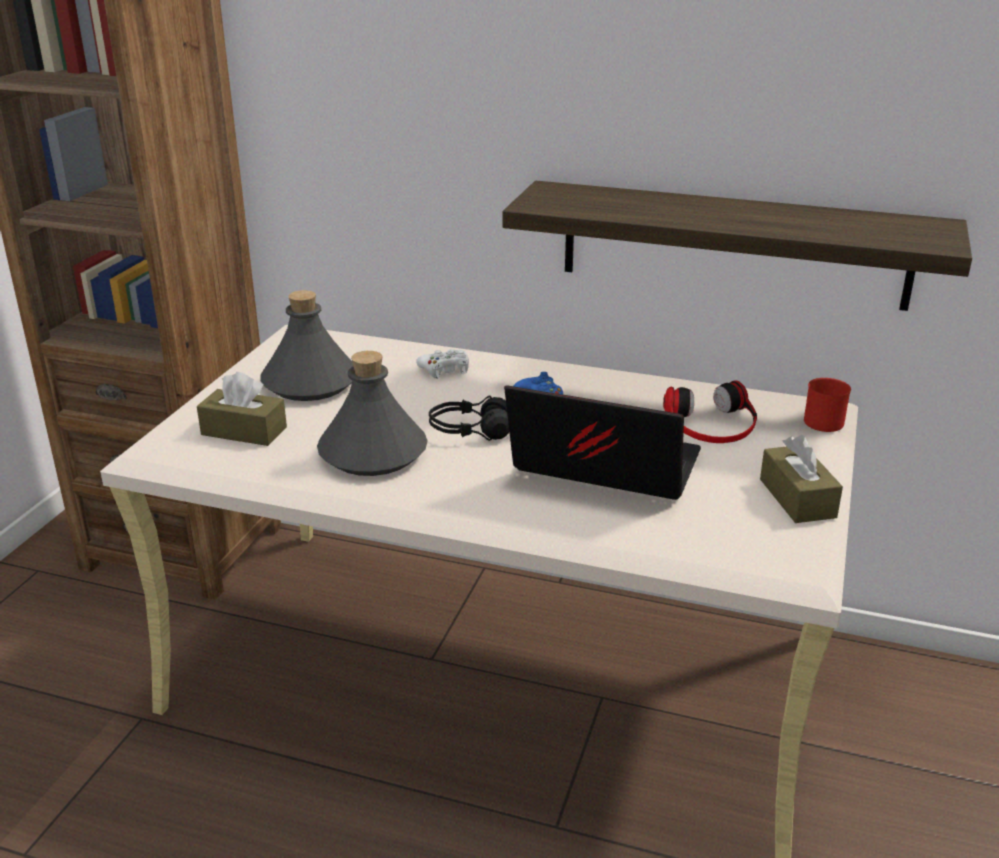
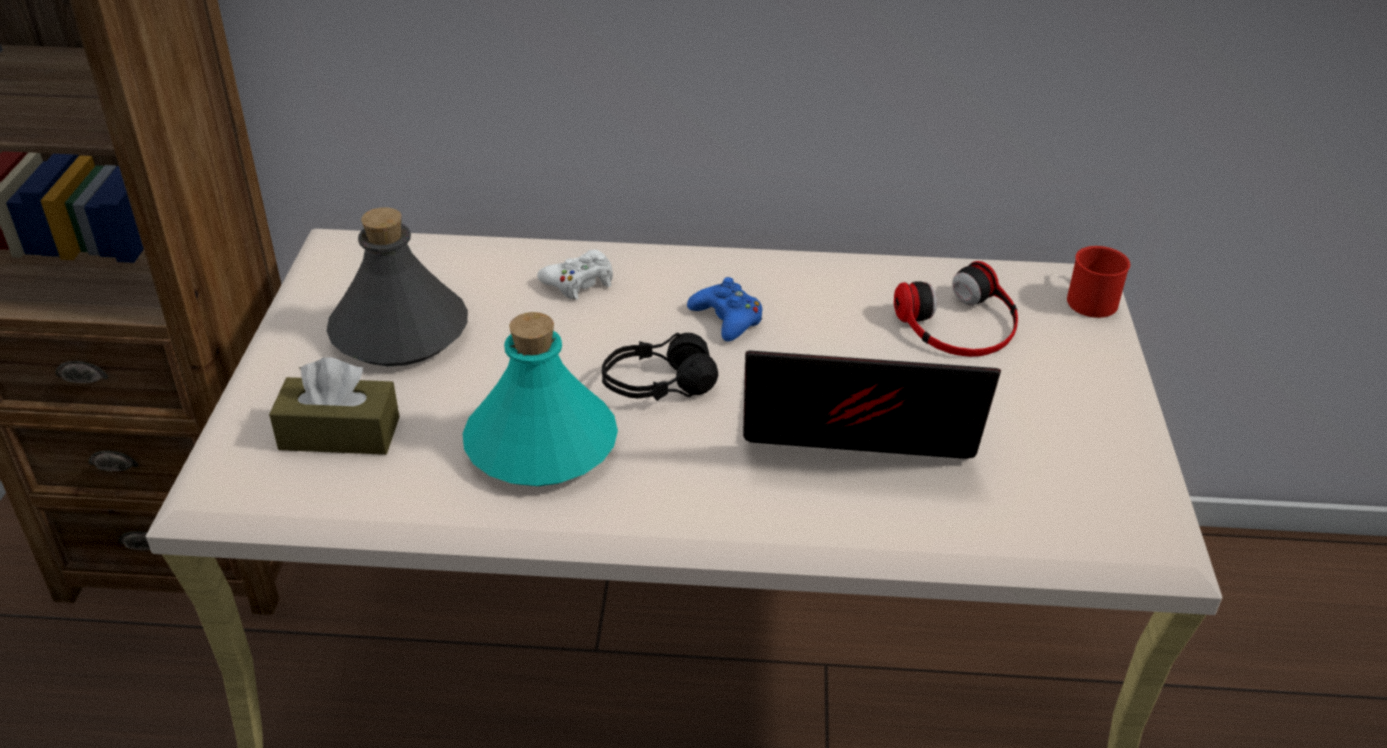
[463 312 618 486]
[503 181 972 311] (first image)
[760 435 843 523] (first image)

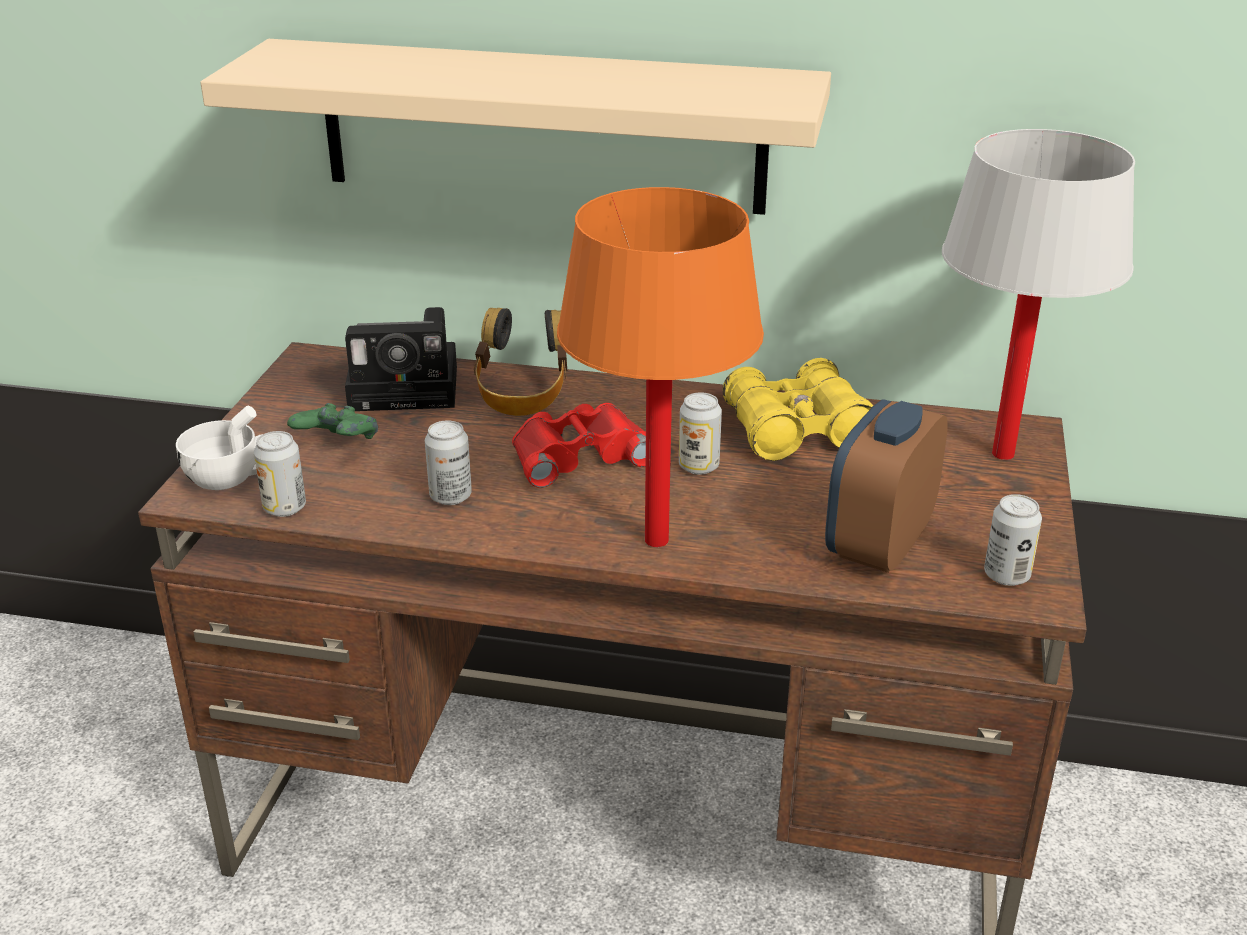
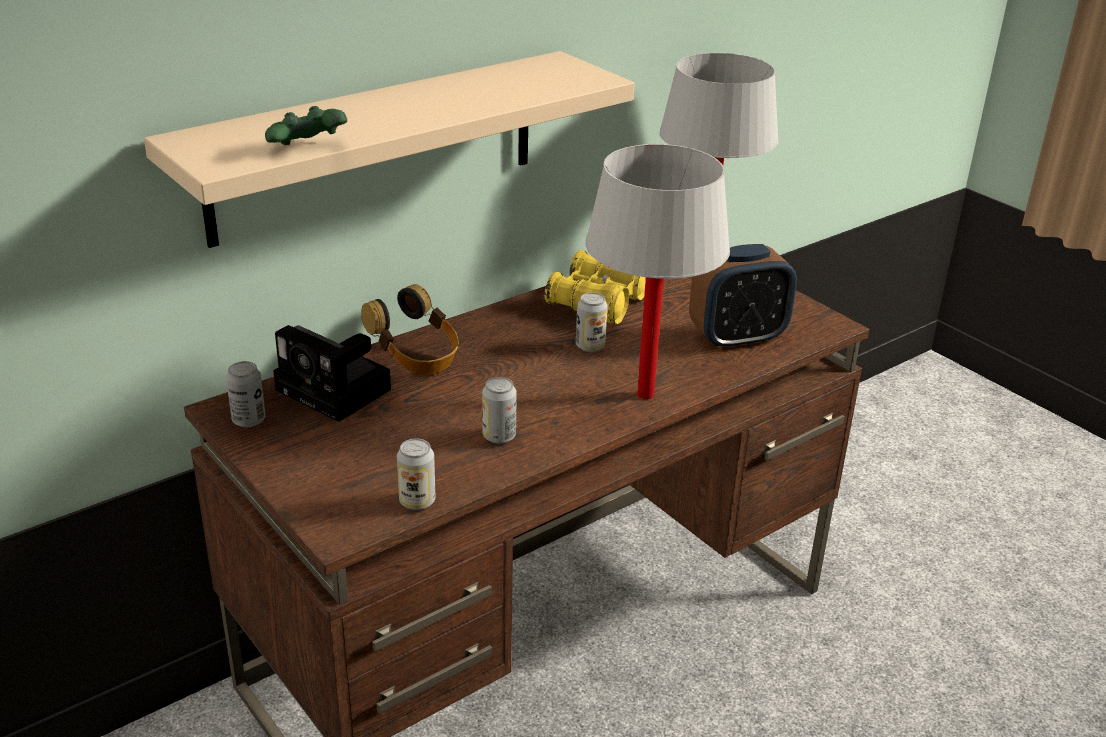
[176 406 263 490] (first image)
[265 106 347 145]
[273 325 391 422]
[512 403 646 488] (first image)
[585 144 730 399]
[689 244 797 351]
[226 361 266 427]

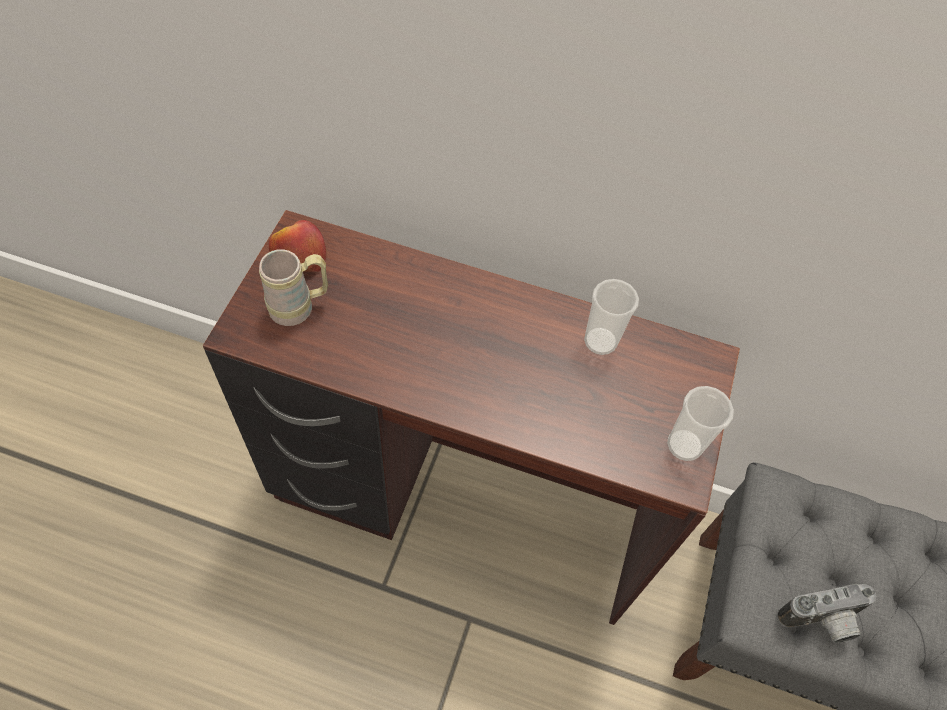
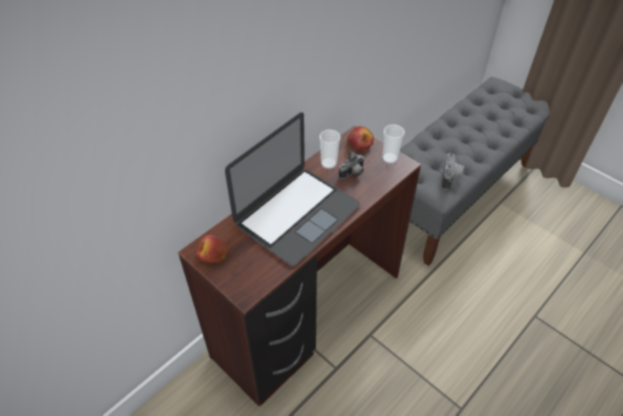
[259 249 328 326] (first image)
[225 112 360 266]
[339 150 364 179]
[347 126 374 150]

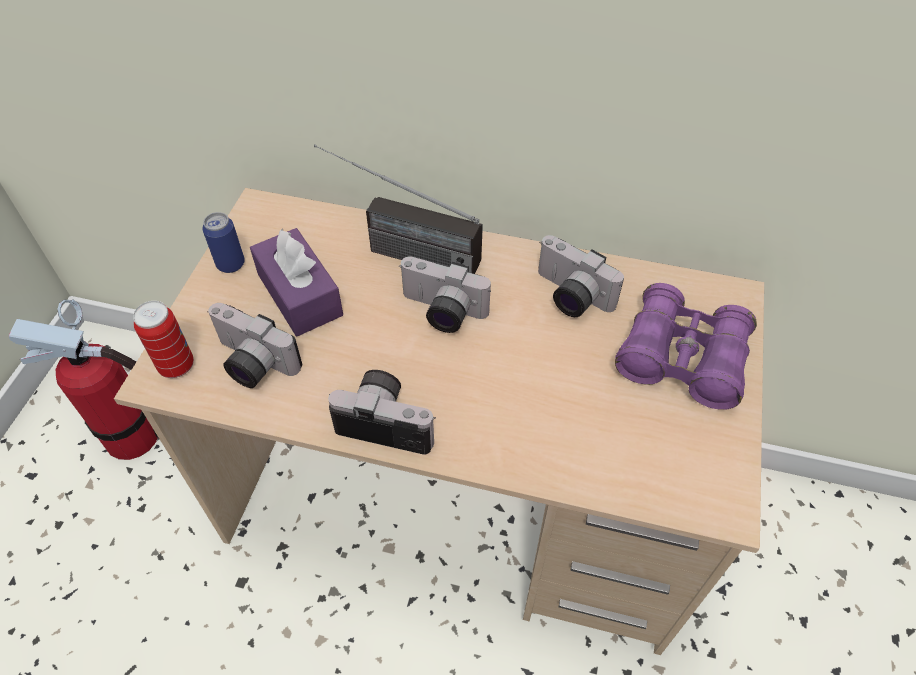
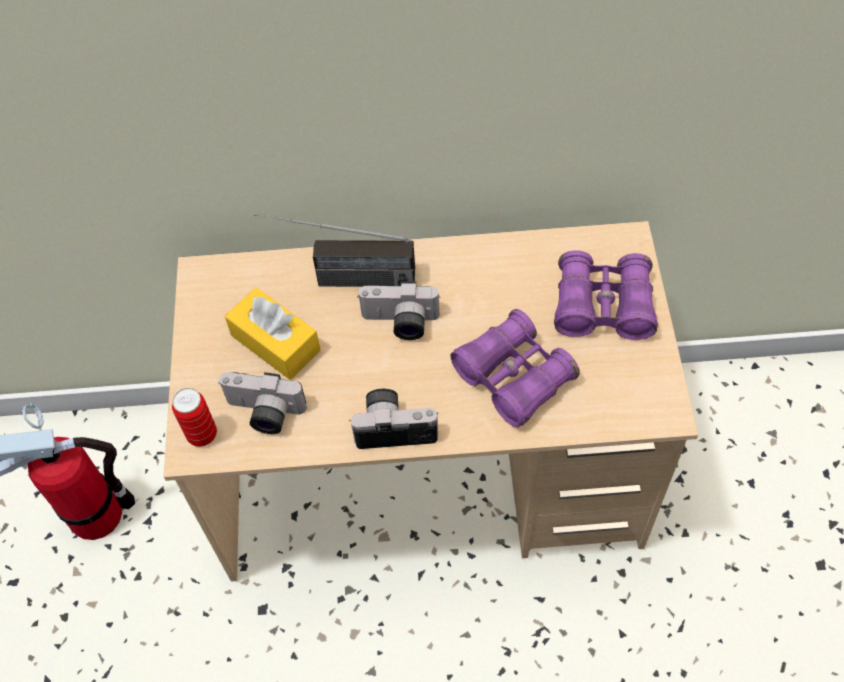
[202 212 245 273] (first image)
[225 288 321 380]
[538 235 624 317] (first image)
[450 309 580 428]

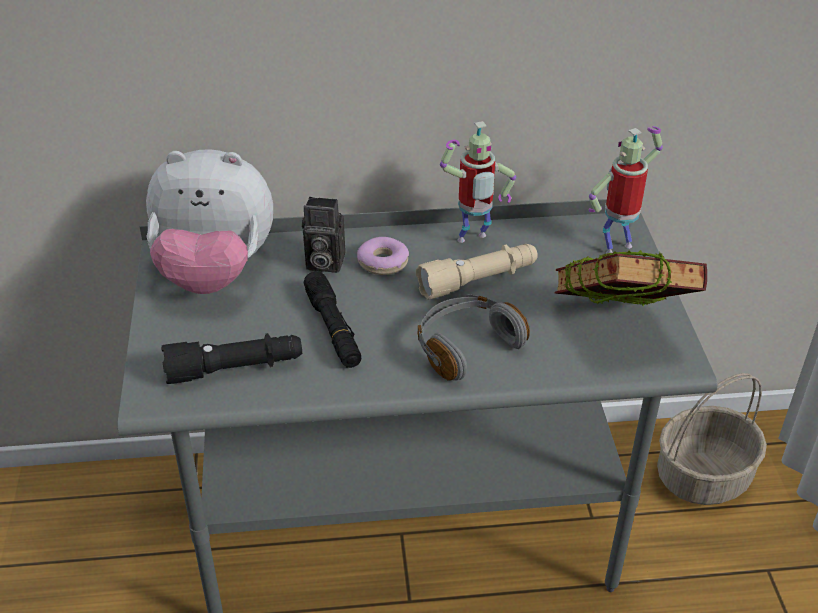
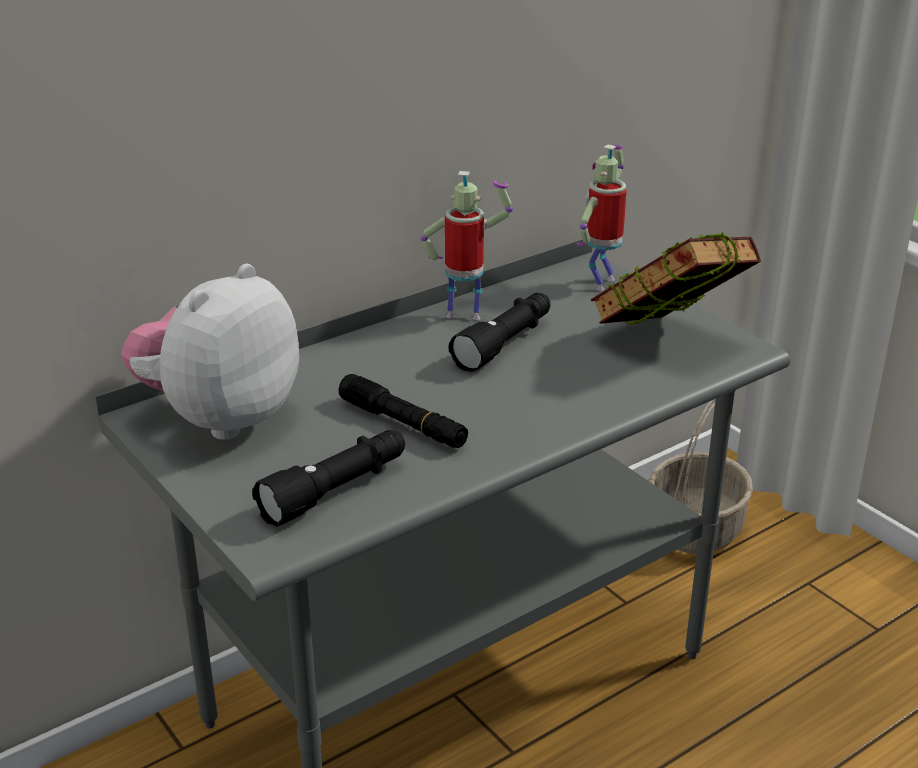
[121 264 299 440]
[302 197 345 273] (first image)
[357 237 409 275] (first image)
[448 293 550 372]
[417 294 530 380] (first image)
[421 171 513 320]

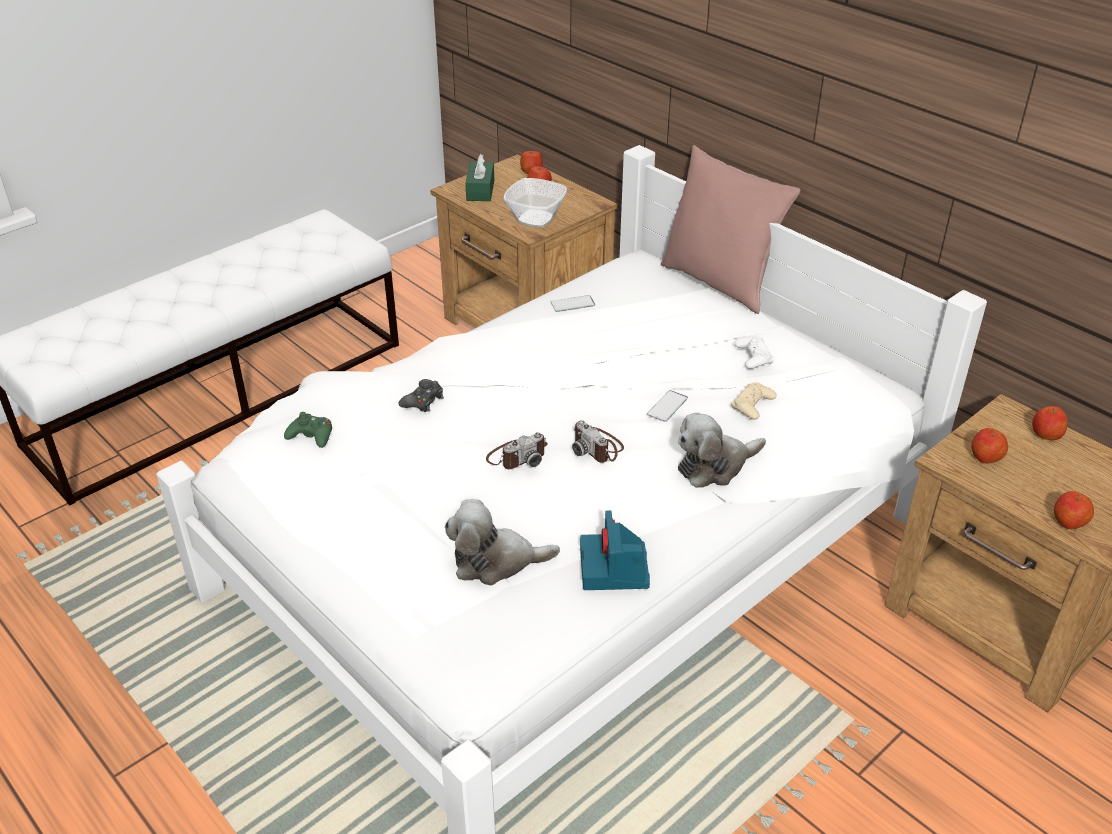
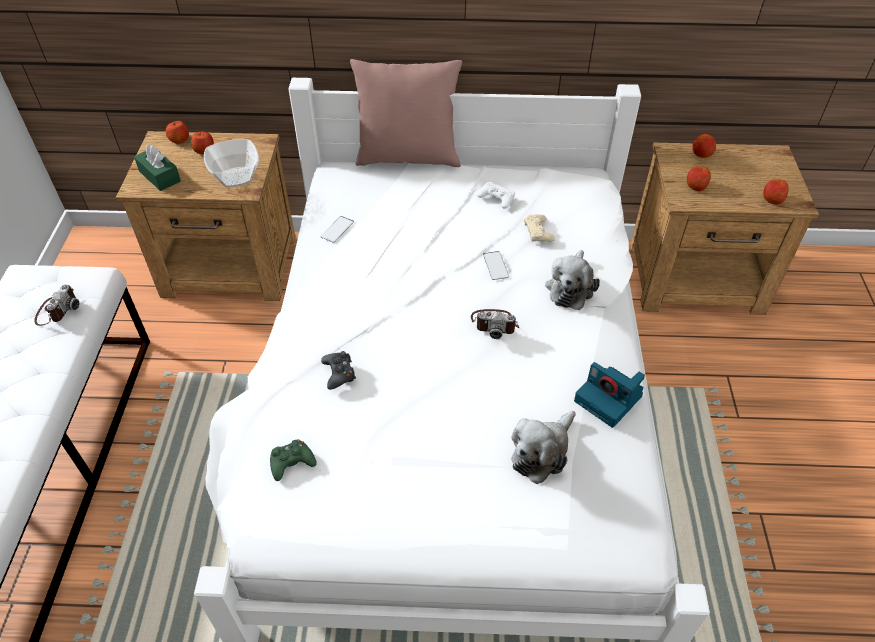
[34 284 79 326]

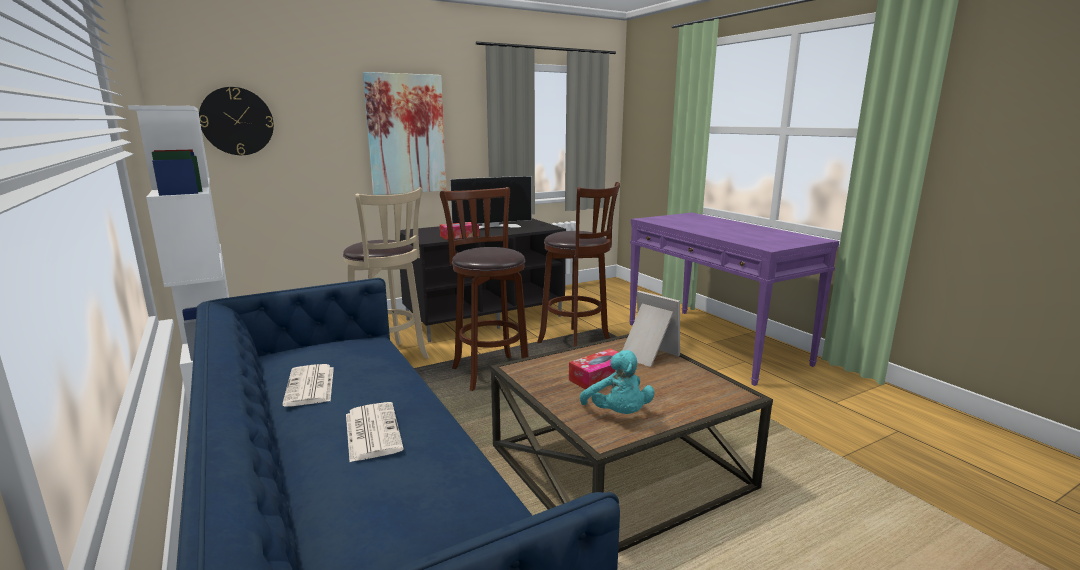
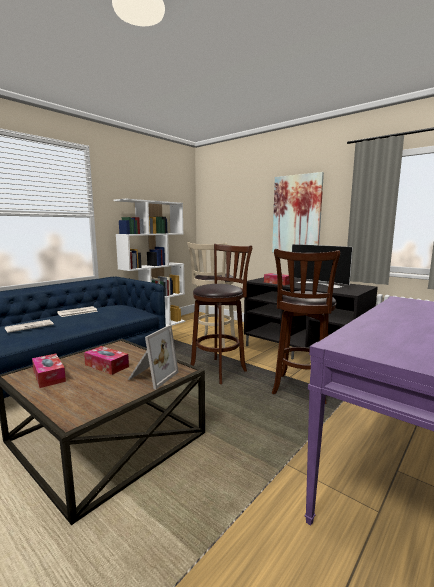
[199 87 274 155] (first image)
[32 354 66 388]

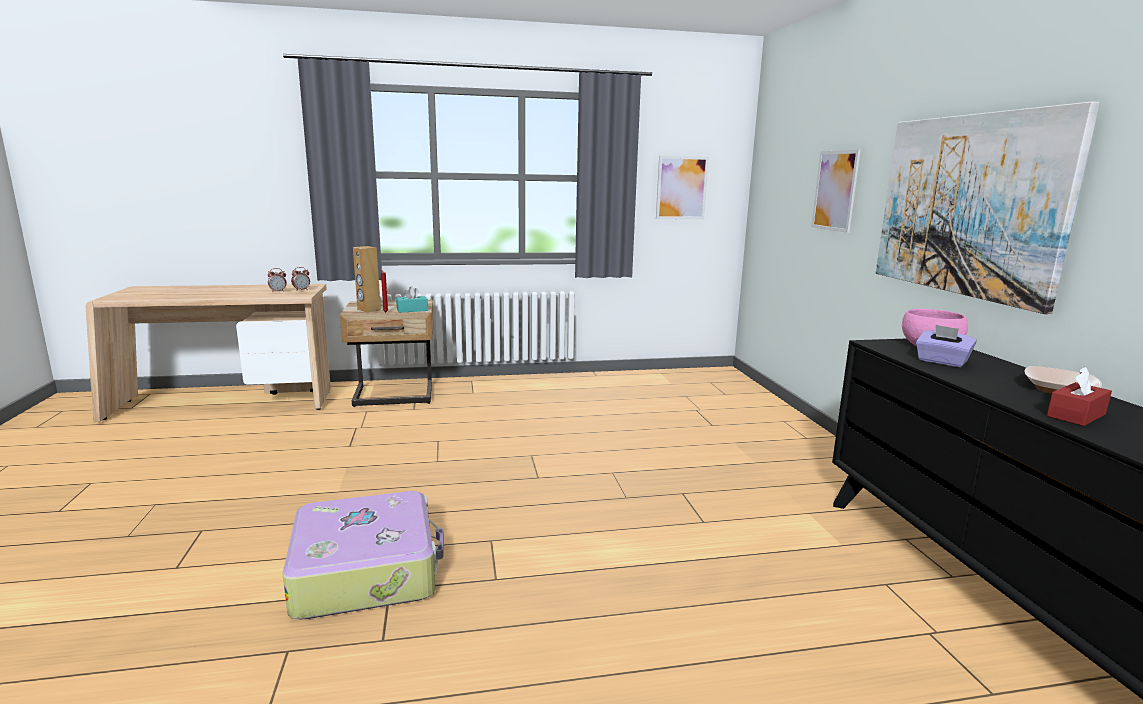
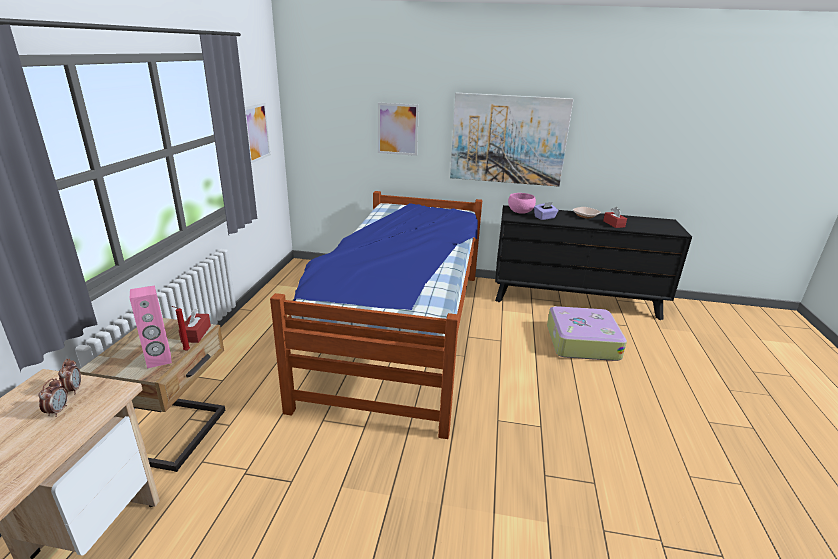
[547 306 627 361]
[130 285 172 368]
[178 309 211 343]
[270 191 482 439]

